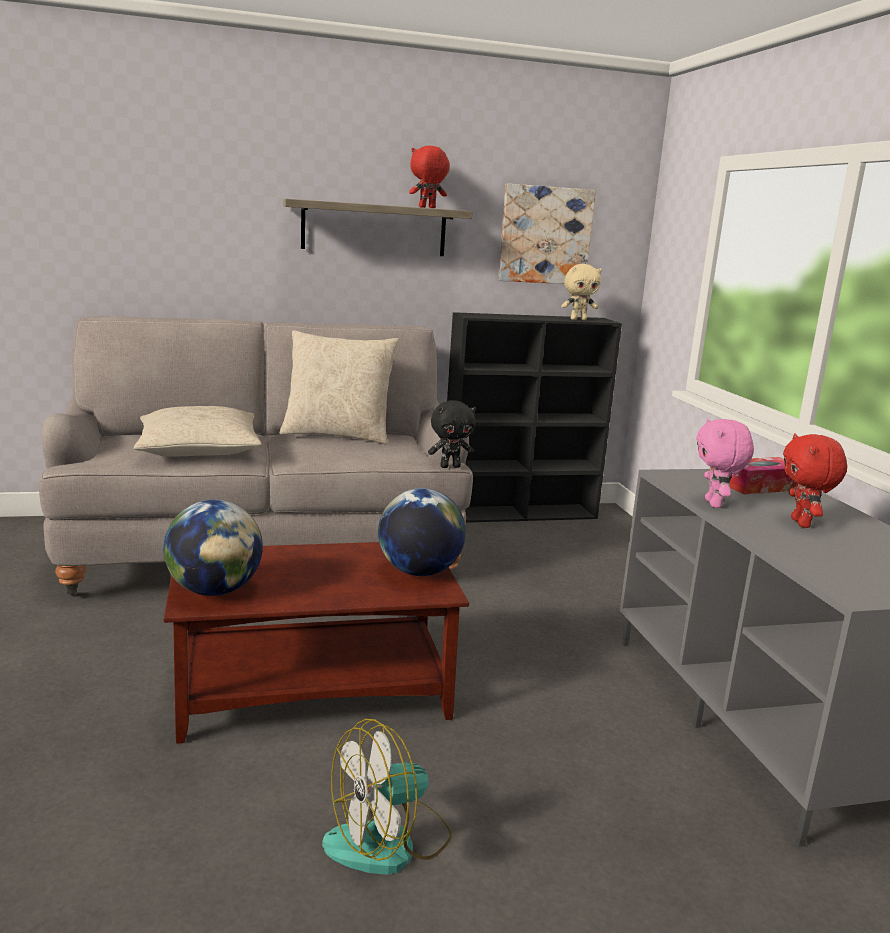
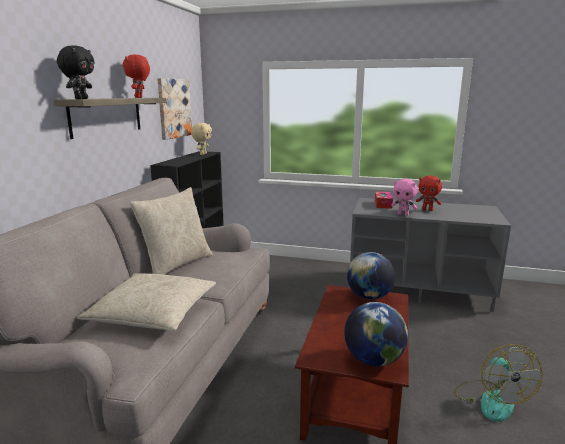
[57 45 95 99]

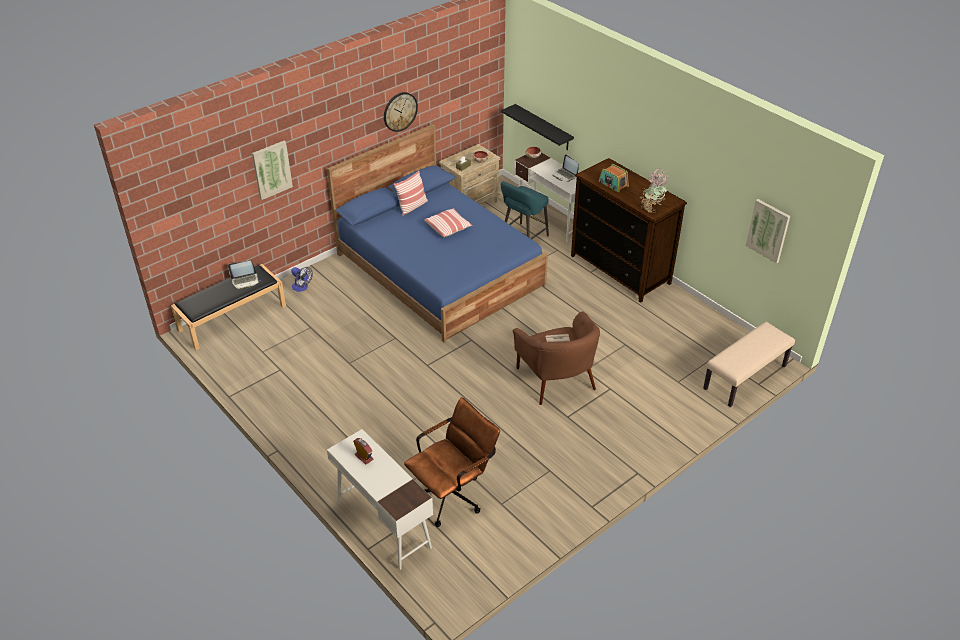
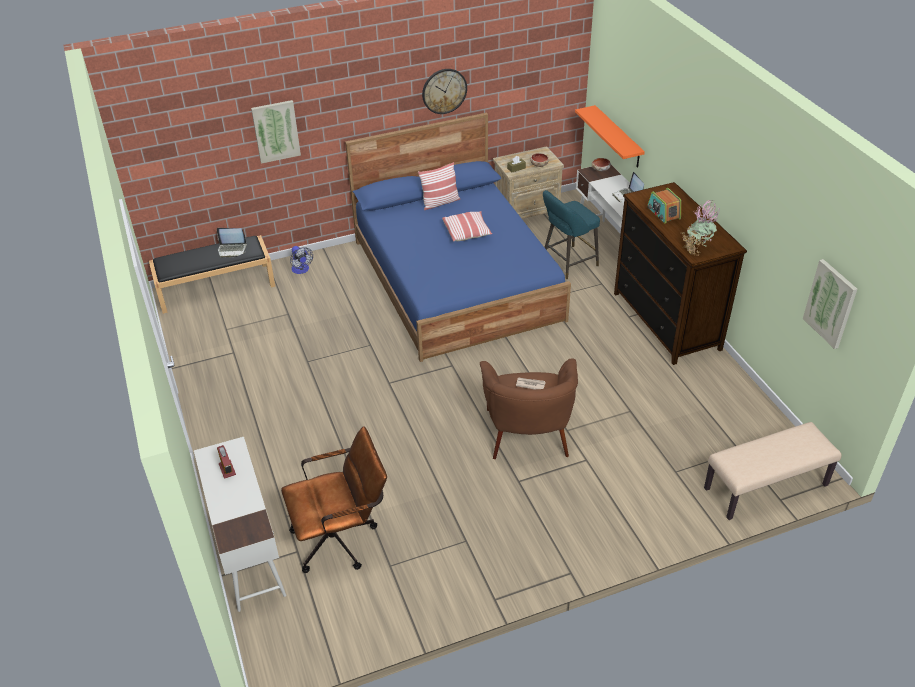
[575 105 645 168]

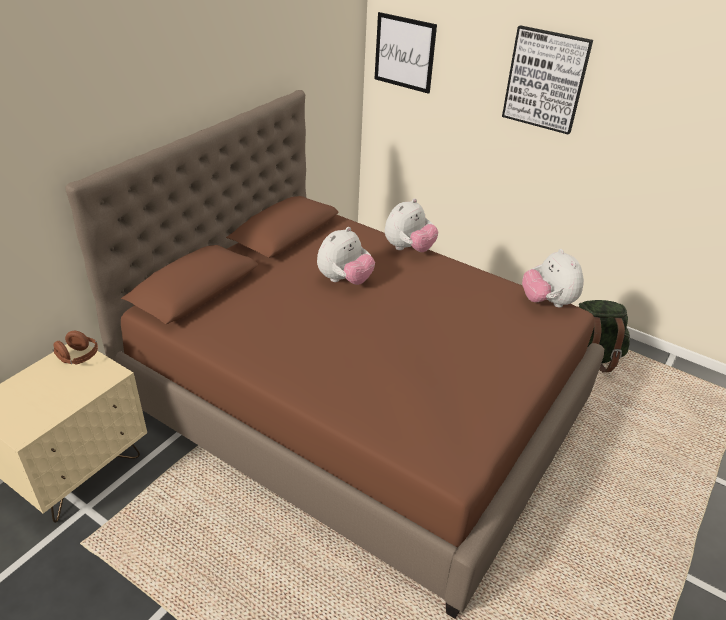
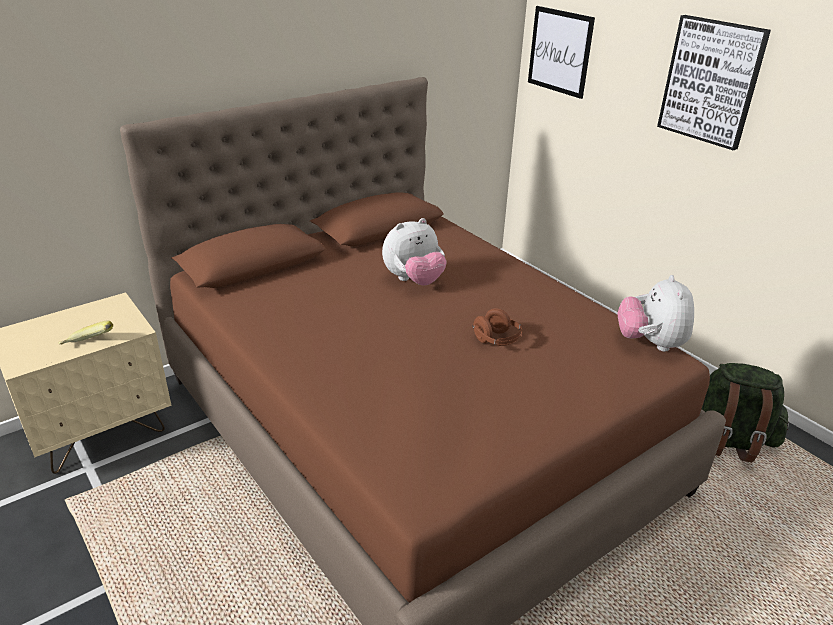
[472 308 522 346]
[385 198 438 252] (first image)
[59 320 113 344]

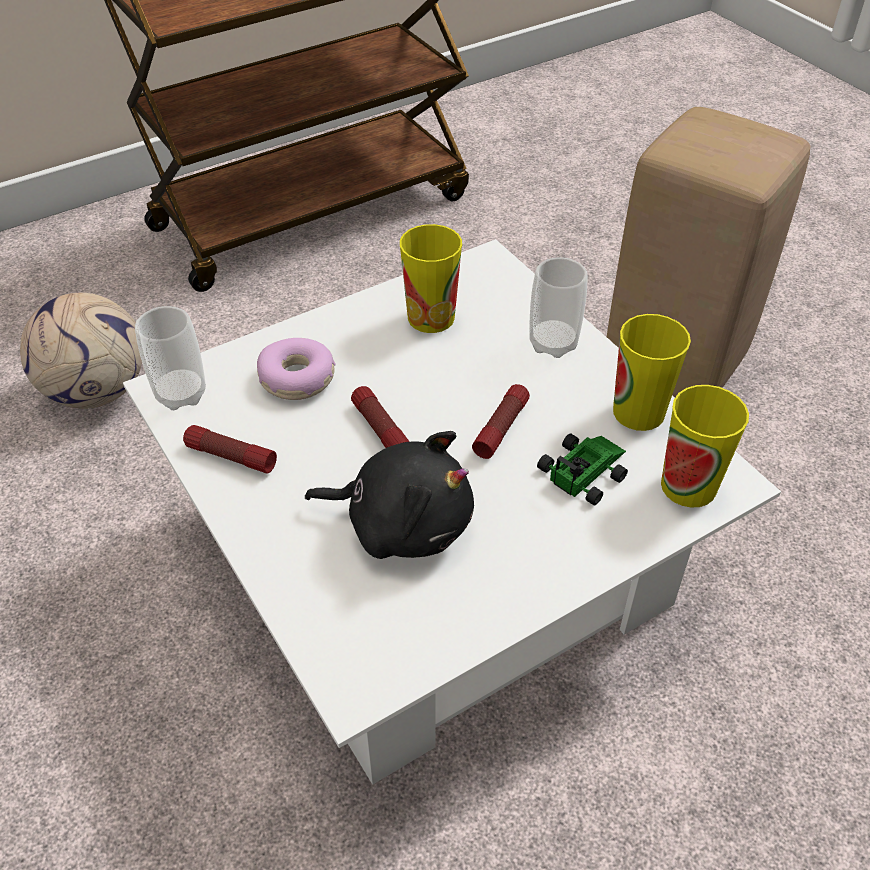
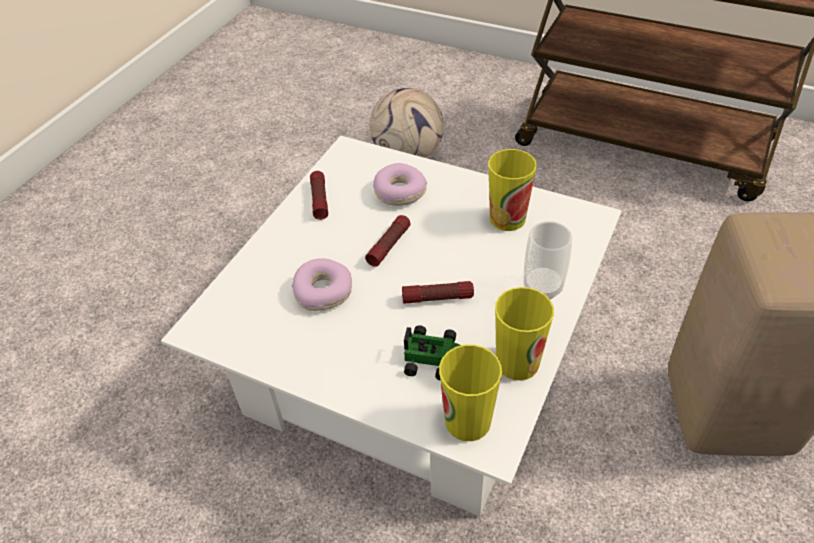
[135 306 206 410] (first image)
[291 258 352 311]

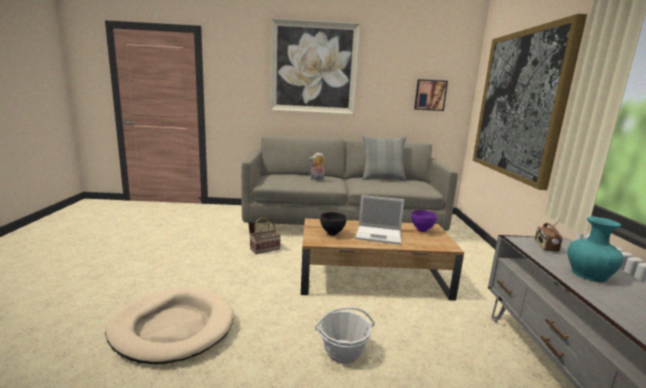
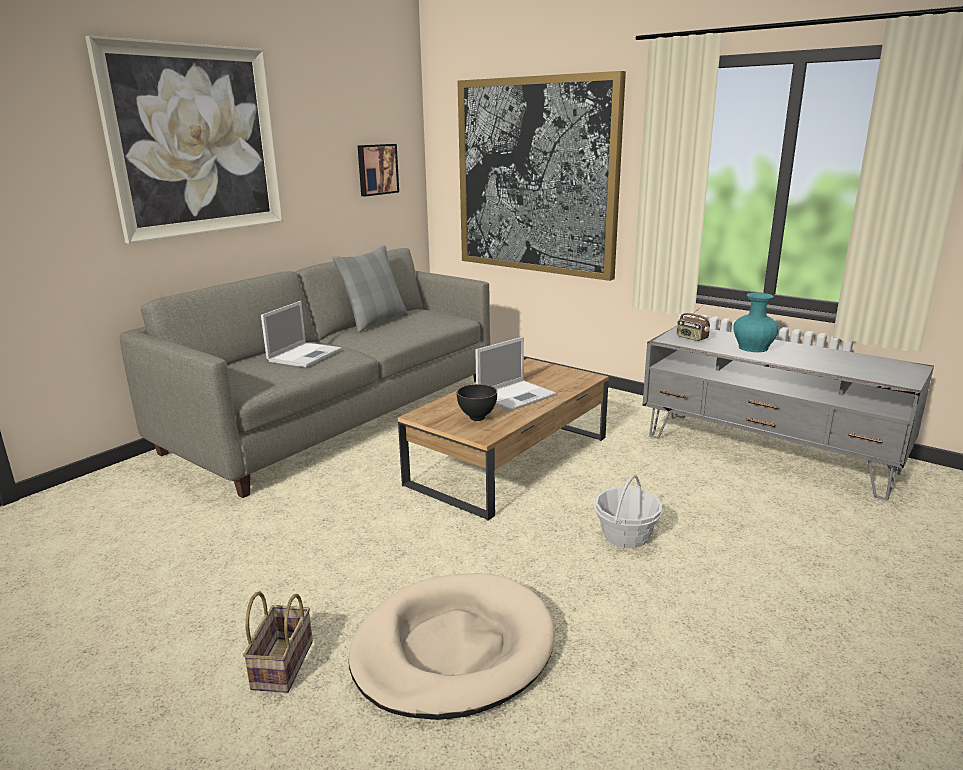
[243 592 313 693]
[261 301 342 367]
[411 210 437 232] (first image)

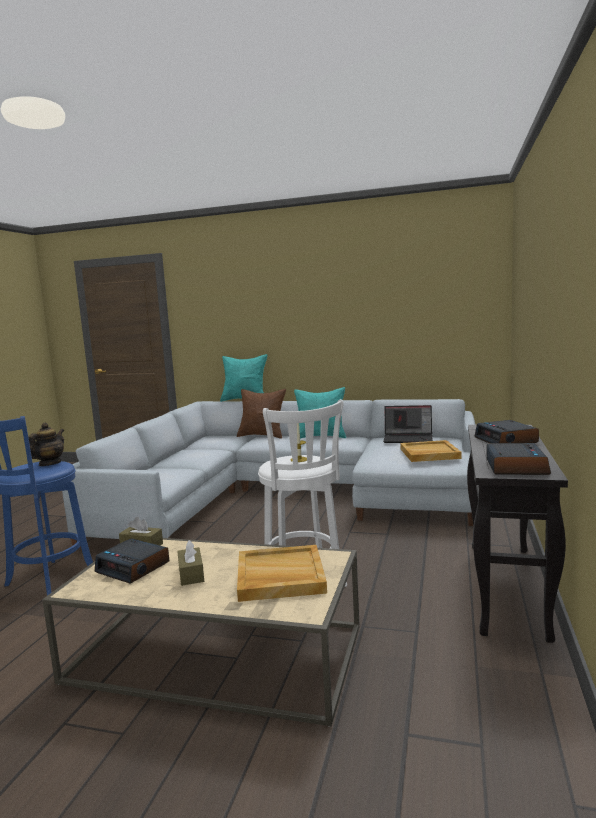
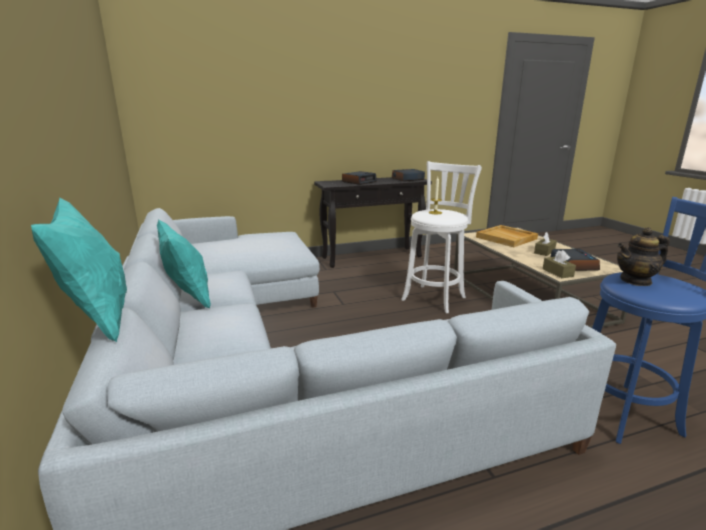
[237 389 286 438] (first image)
[383 405 433 443] (first image)
[400 440 462 462] (first image)

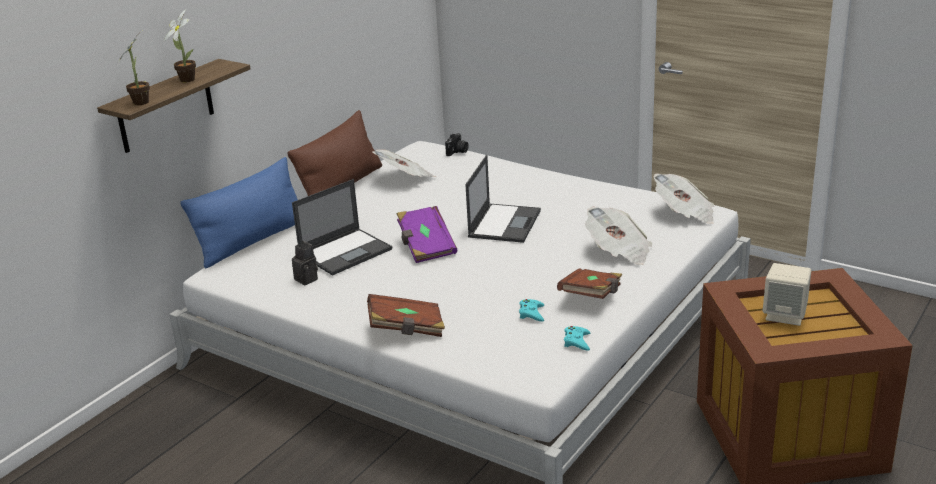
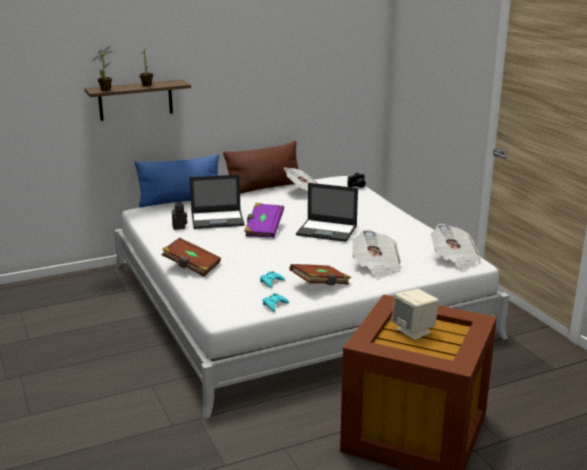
[296 183 358 242]

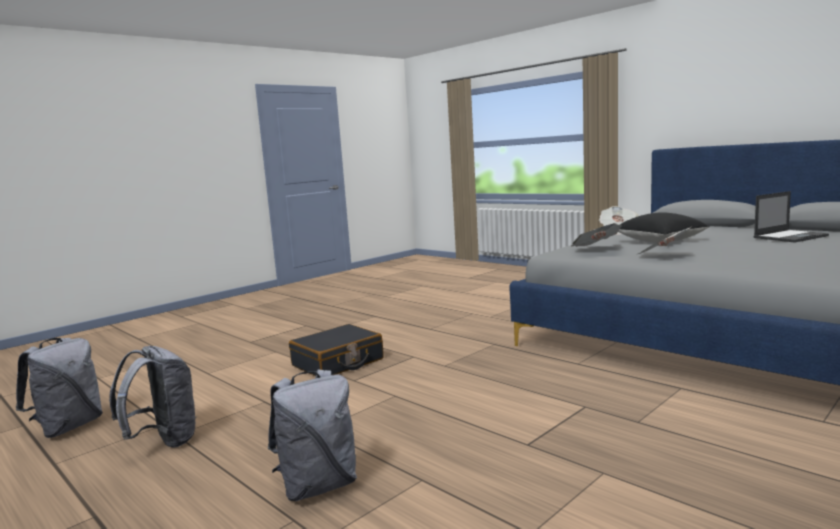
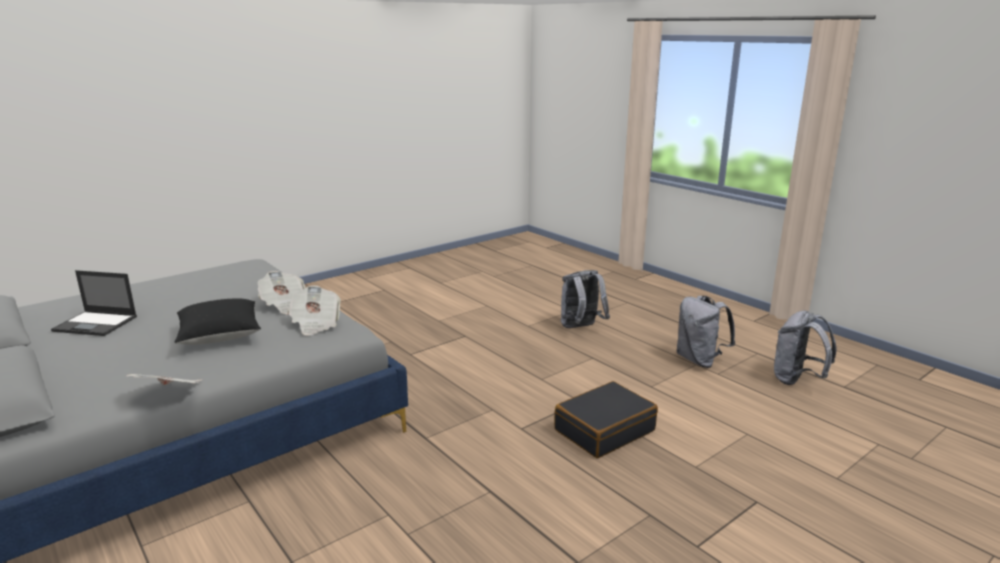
[51 270 137 336]

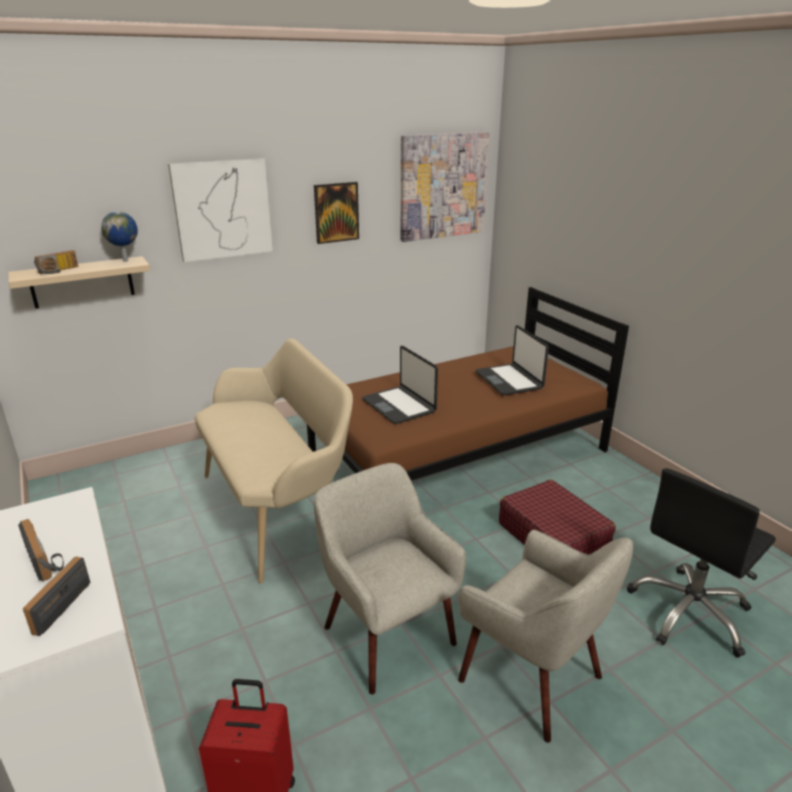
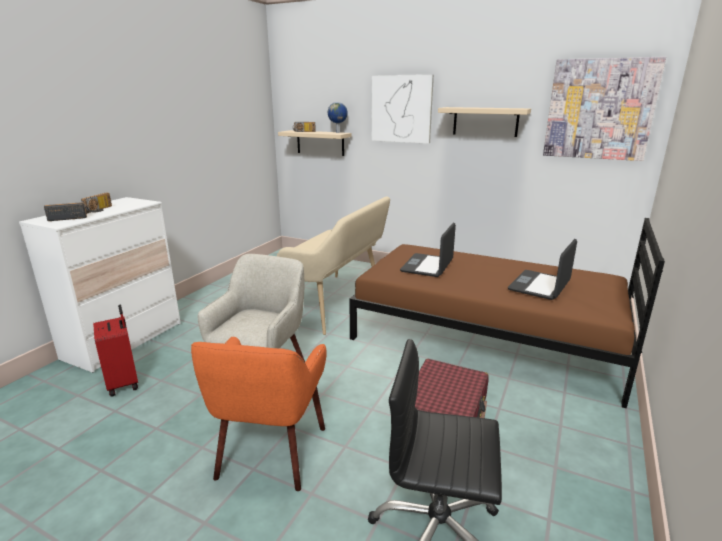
[438 107 531 137]
[191 337 327 491]

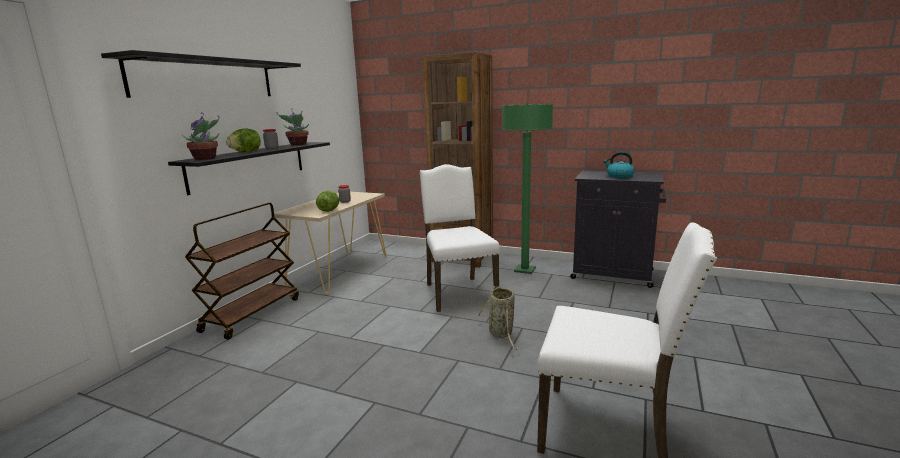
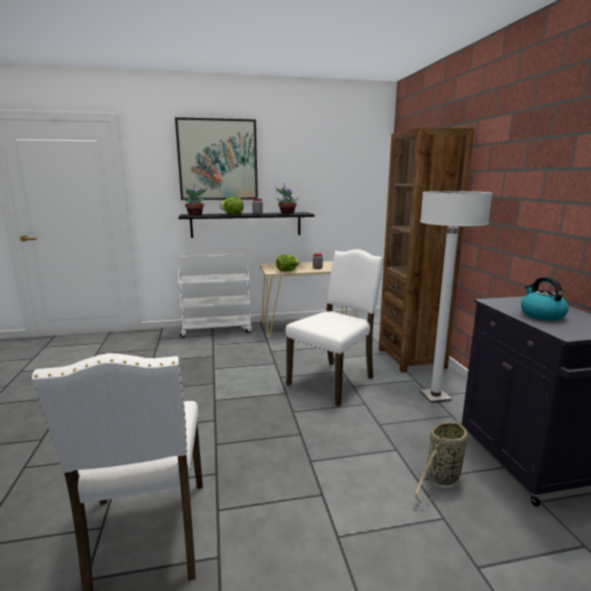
[175 117 258 200]
[178 254 252 338]
[414 420 467 504]
[420 191 492 403]

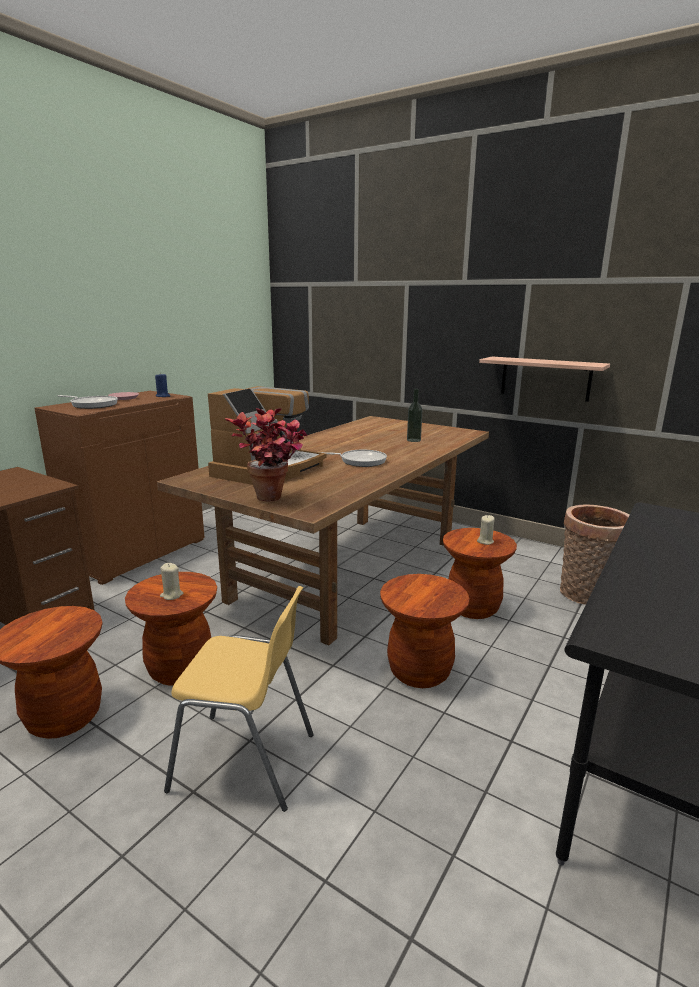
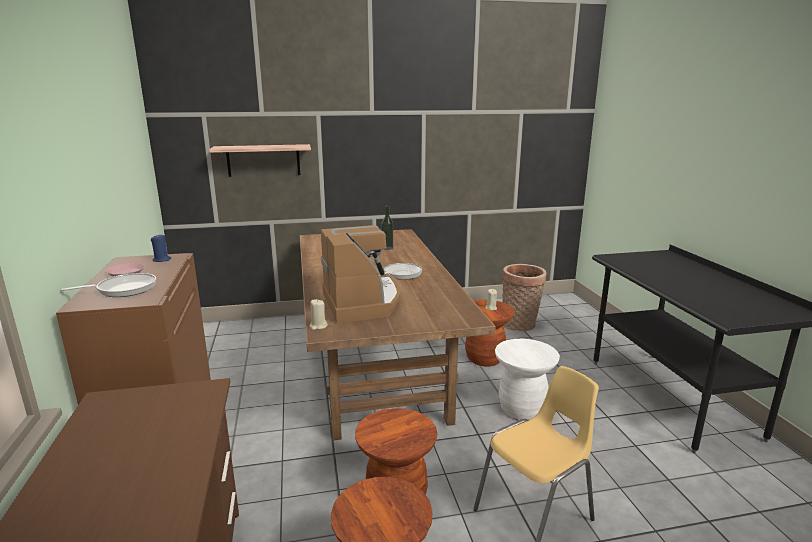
[309 299 328 330]
[224 408 308 502] (first image)
[495 339 560 420]
[209 144 311 177]

